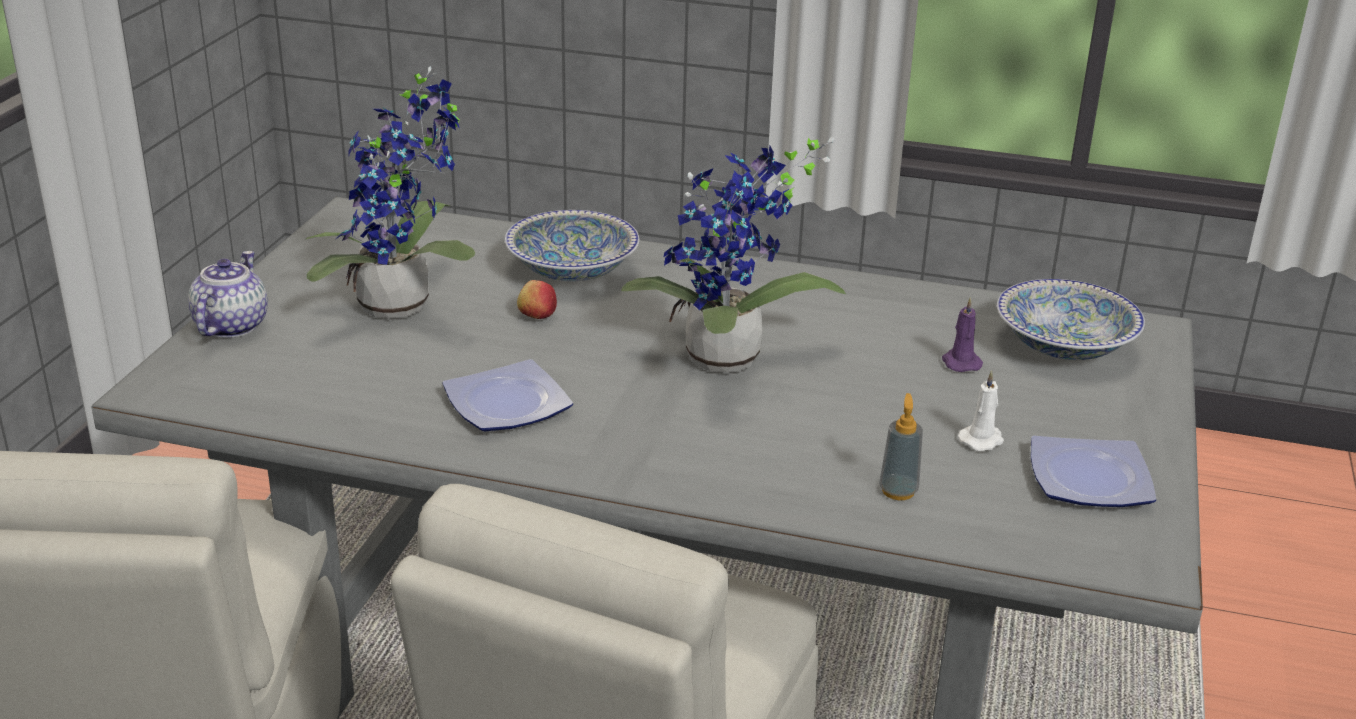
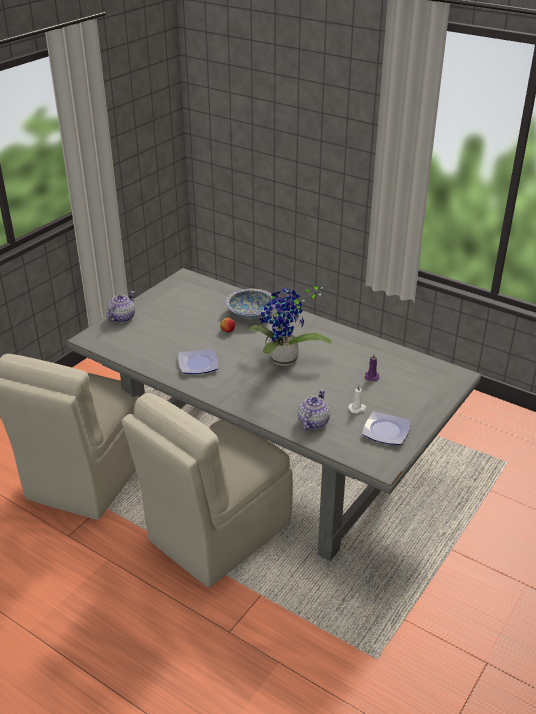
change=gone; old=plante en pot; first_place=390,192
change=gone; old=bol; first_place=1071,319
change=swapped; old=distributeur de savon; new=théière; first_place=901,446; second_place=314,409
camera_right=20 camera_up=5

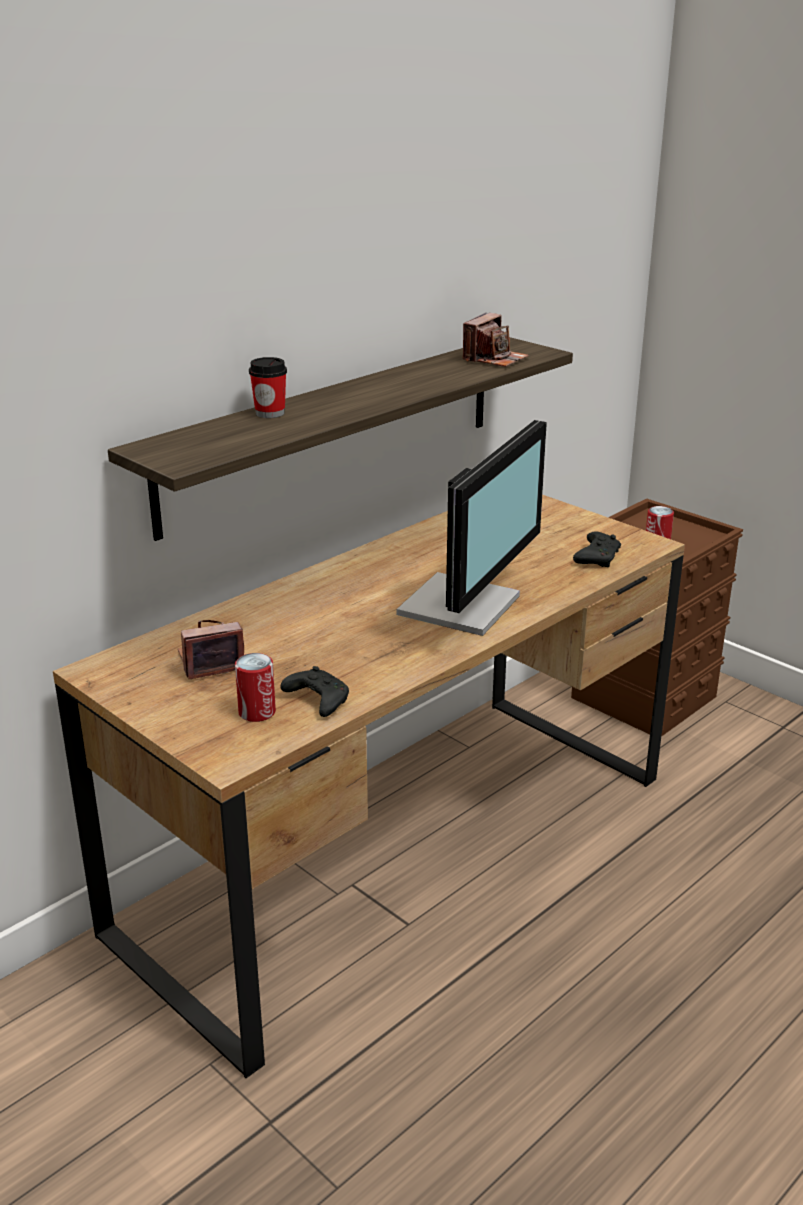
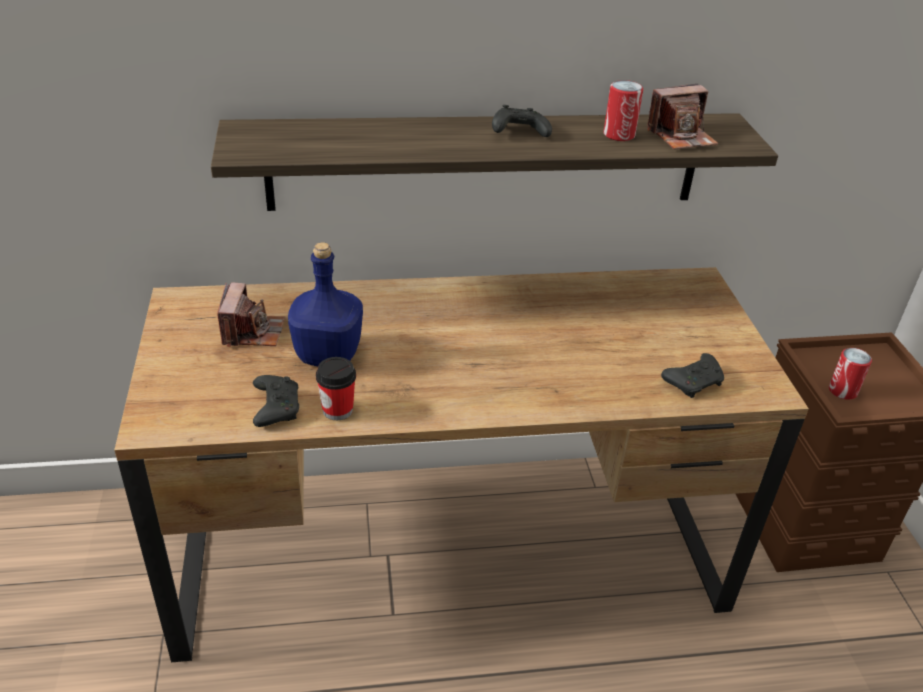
change=gone; old=écran d'ordinateur; first_place=472,528
change=new; new=bouteille [bleu]; second_place=325,304
change=new; new=manette [noir]; second_place=522,121
change=shifted; old=boîte métallique; first_place=255,687; second_place=623,110
change=shifted; old=tasse; first_place=268,387; second_place=336,388
change=rotated; old=appareil photo; first_place=211,649; second_place=251,315; degrees=75
camera_right=35 camera_up=10

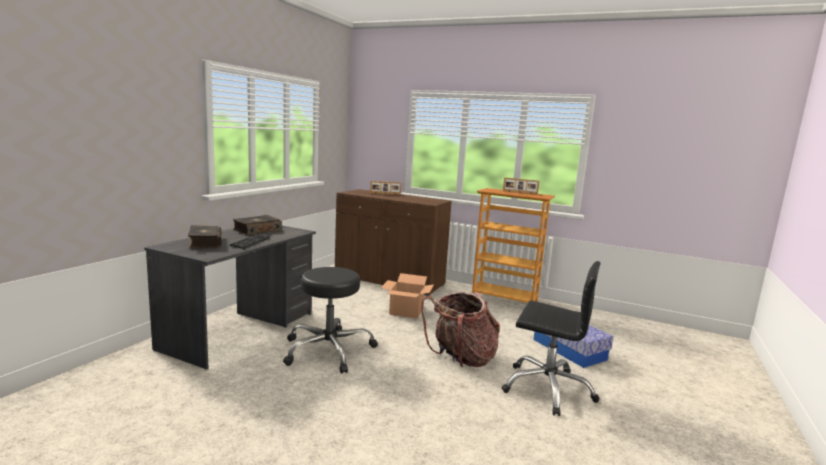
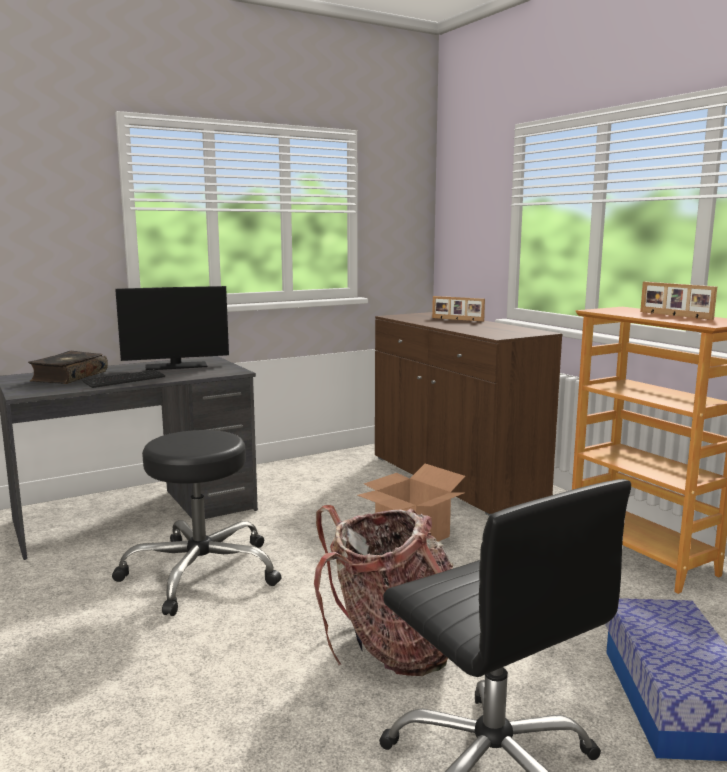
change=swapped; old=livre; new=écran d'ordinateur; first_place=257,225; second_place=172,328
camera_right=35 camera_up=0

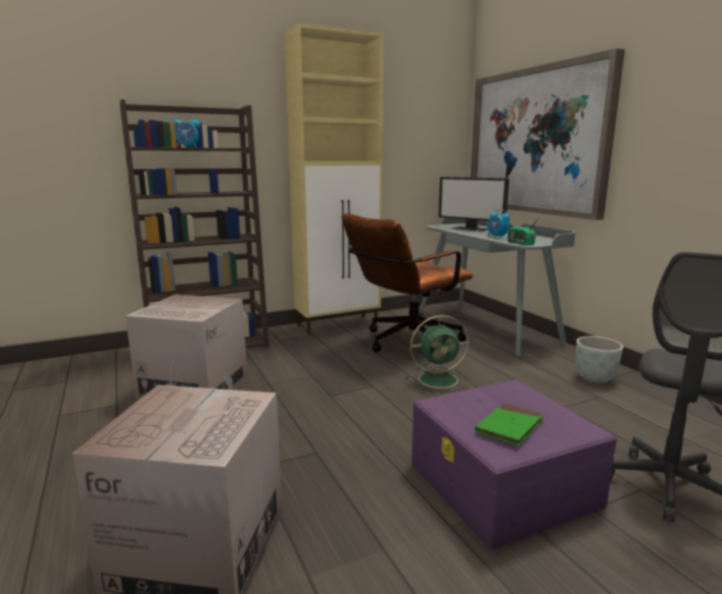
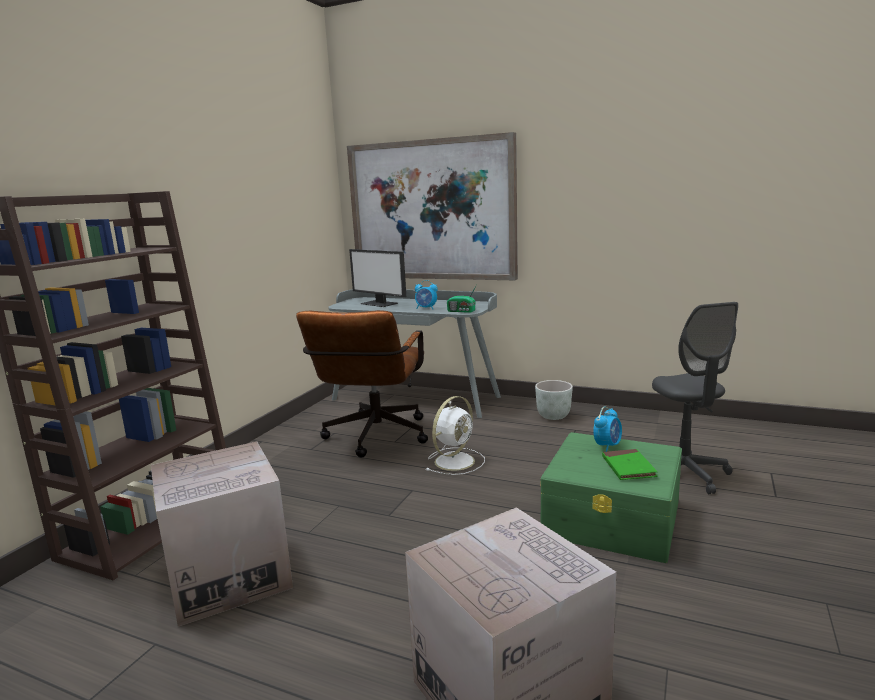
change=gone; old=meuble de rangement [beige]; first_place=334,179
change=shifted; old=réveil; first_place=186,131; second_place=607,429
change=repainted; old=ventilateur [vert]; new=ventilateur [blanc]; first_place=437,353; second_place=455,435
change=repainted; old=boîte de rangement [violet]; new=boîte de rangement [vert]; first_place=514,464; second_place=611,497
change=rotated; old=écran d'ordinateur; first_place=473,204; second_place=377,278; degrees=45
camera_right=-40 camera_up=0

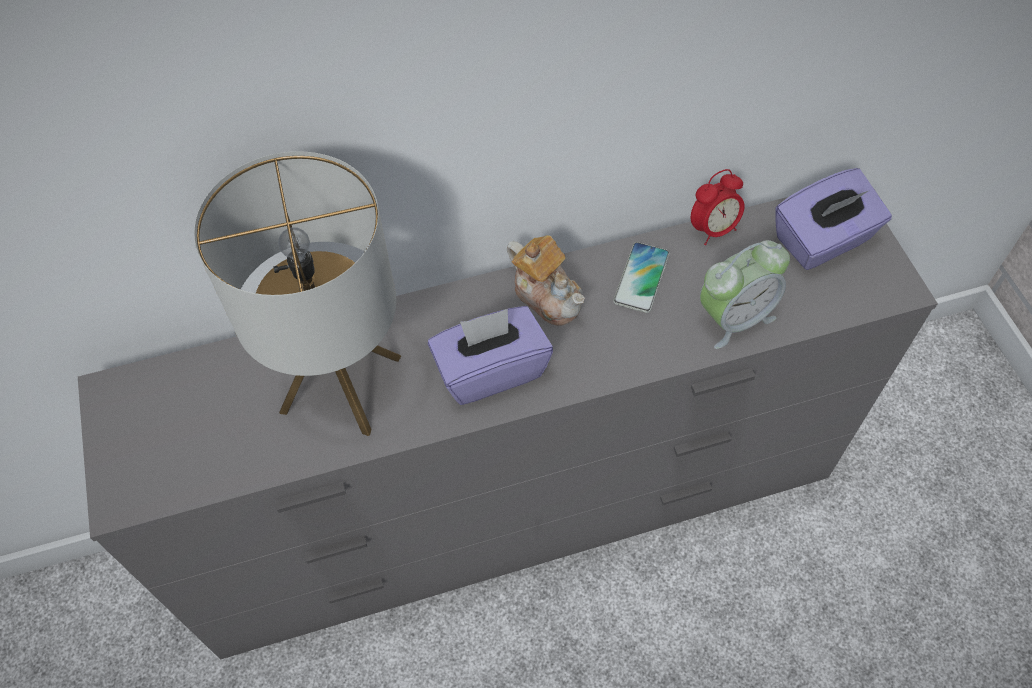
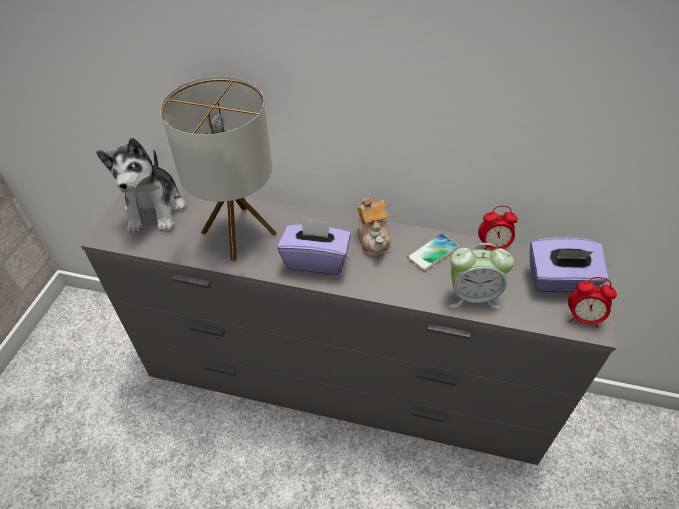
change=new; new=peluche; second_place=140,185
change=new; new=réveil; second_place=592,302
camera_right=30 camera_up=-10

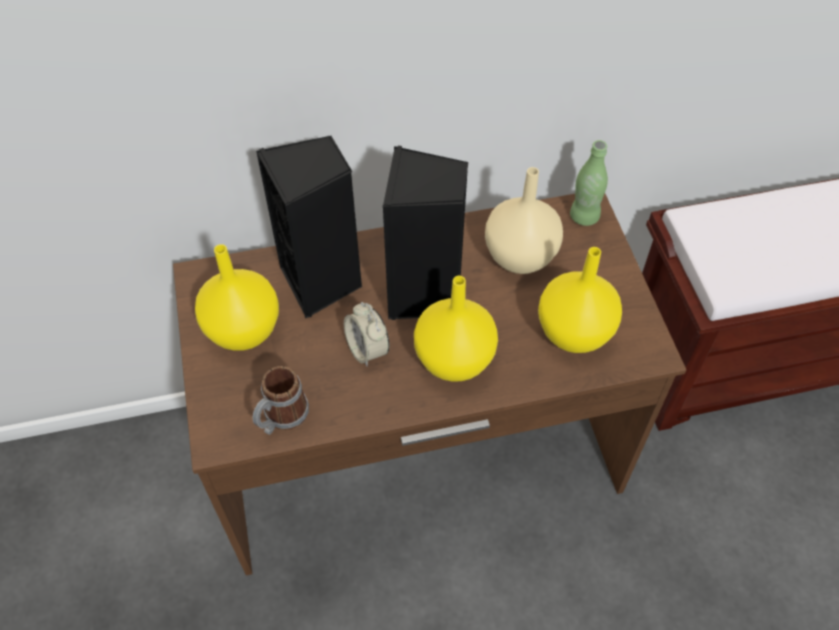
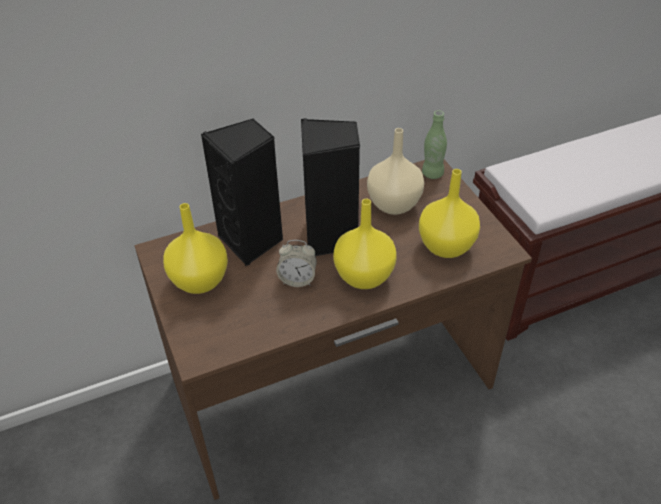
change=gone; old=mug; first_place=281,400
change=rotated; old=réveil; first_place=366,334; second_place=296,263; degrees=-45
camera_right=-10 camera_up=-10

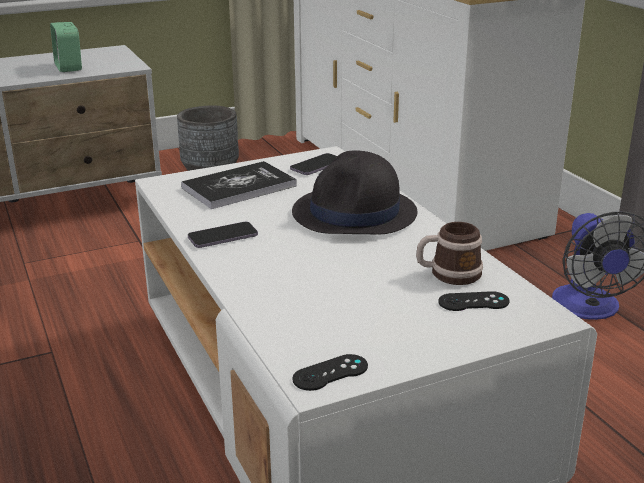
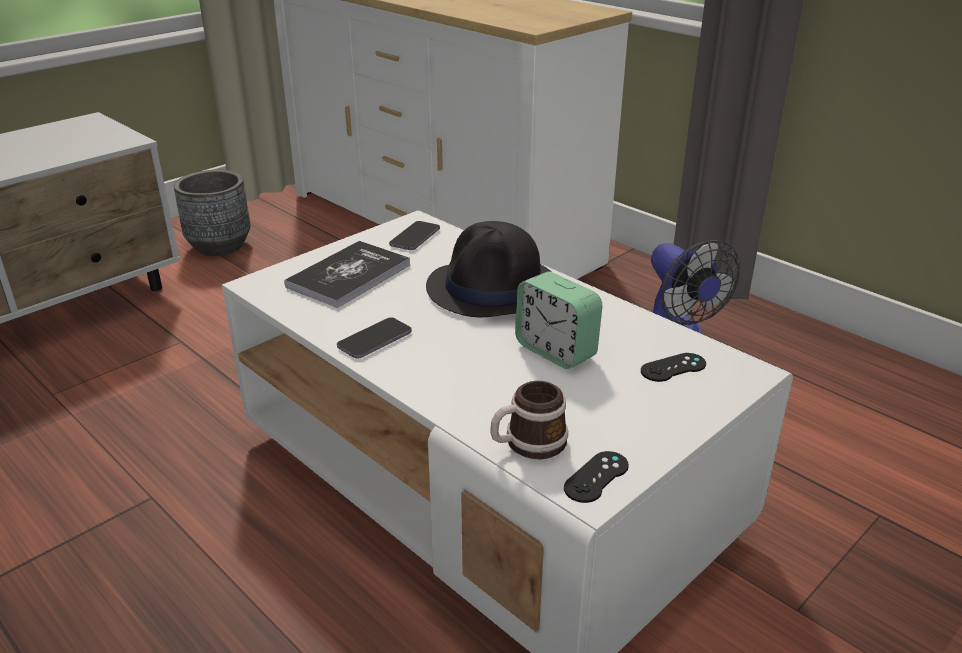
change=shifted; old=réveil; first_place=66,47; second_place=559,320
change=shifted; old=mug; first_place=449,253; second_place=529,420
camera_right=-20 camera_up=5

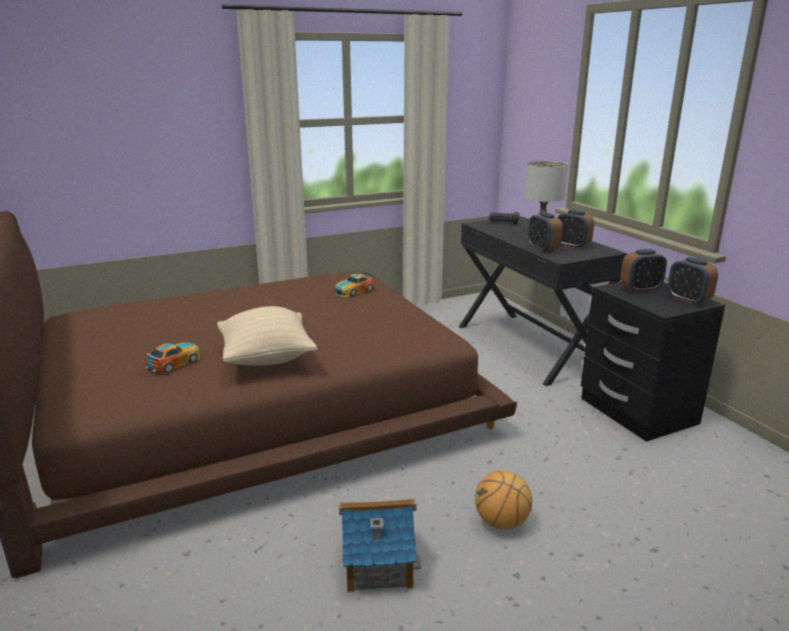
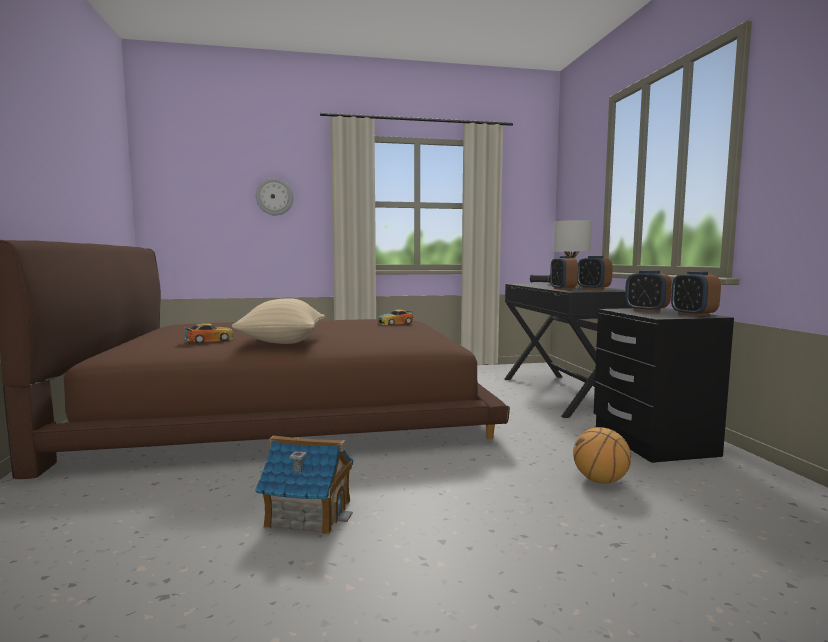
change=new; new=horloge murale; second_place=274,196
change=shifted; old=ballon de basket; first_place=503,500; second_place=602,455
change=rotated; old=réveil; first_place=643,271; second_place=648,291; degrees=45
camera_right=15 camera_up=-15

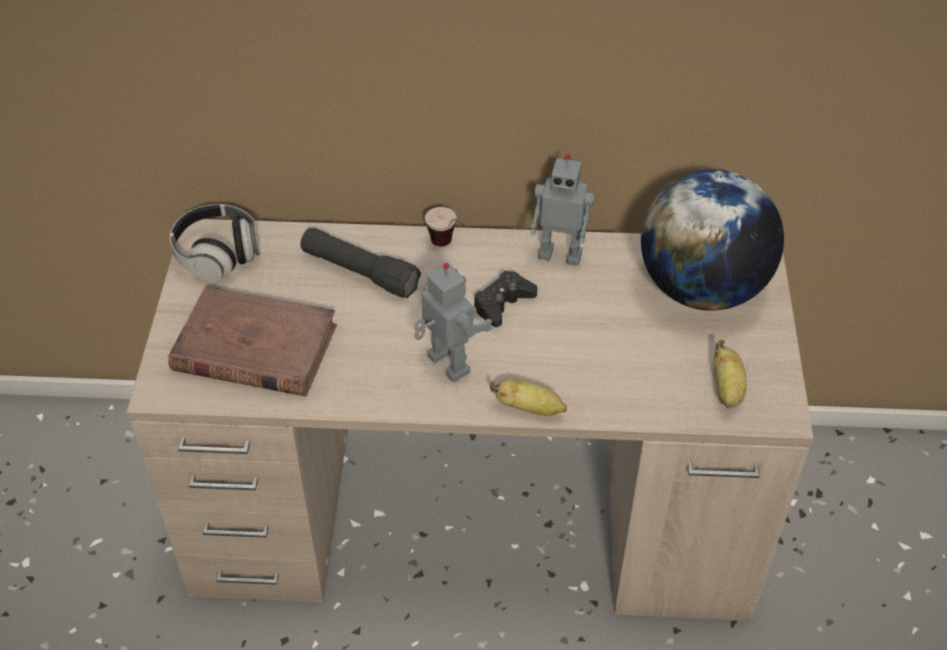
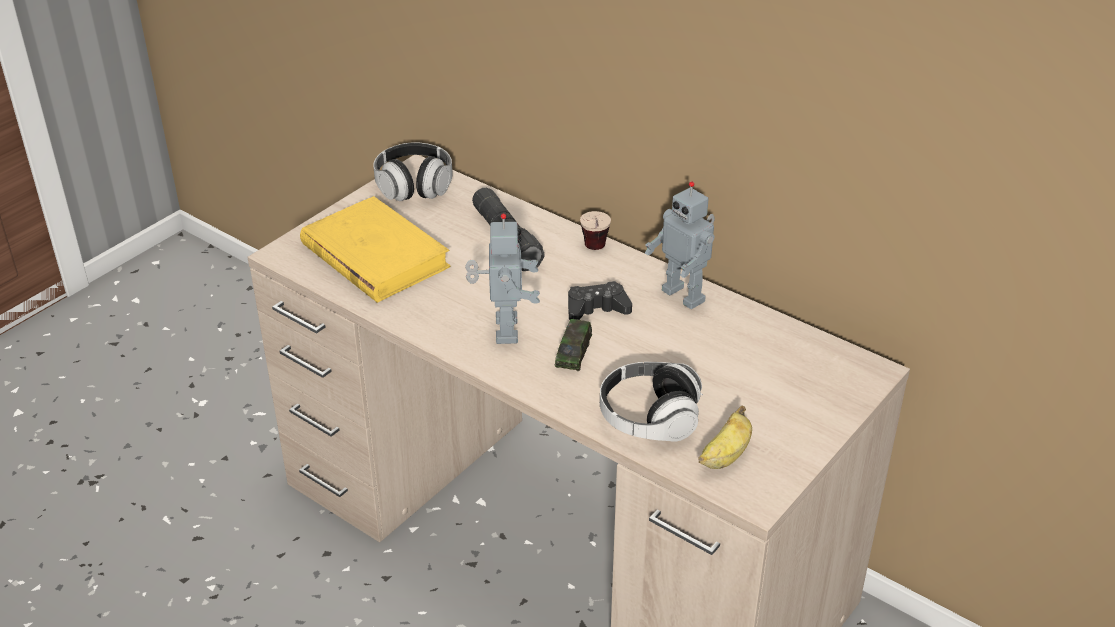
change=gone; old=banane; first_place=528,397
change=gone; old=globe; first_place=712,240
change=new; new=petite voiture; second_place=573,345
change=new; new=casque audio; second_place=651,402
change=repainted; old=livre [marron]; new=livre [jaune]; first_place=252,342; second_place=375,249
camera_right=35 camera_up=-10

